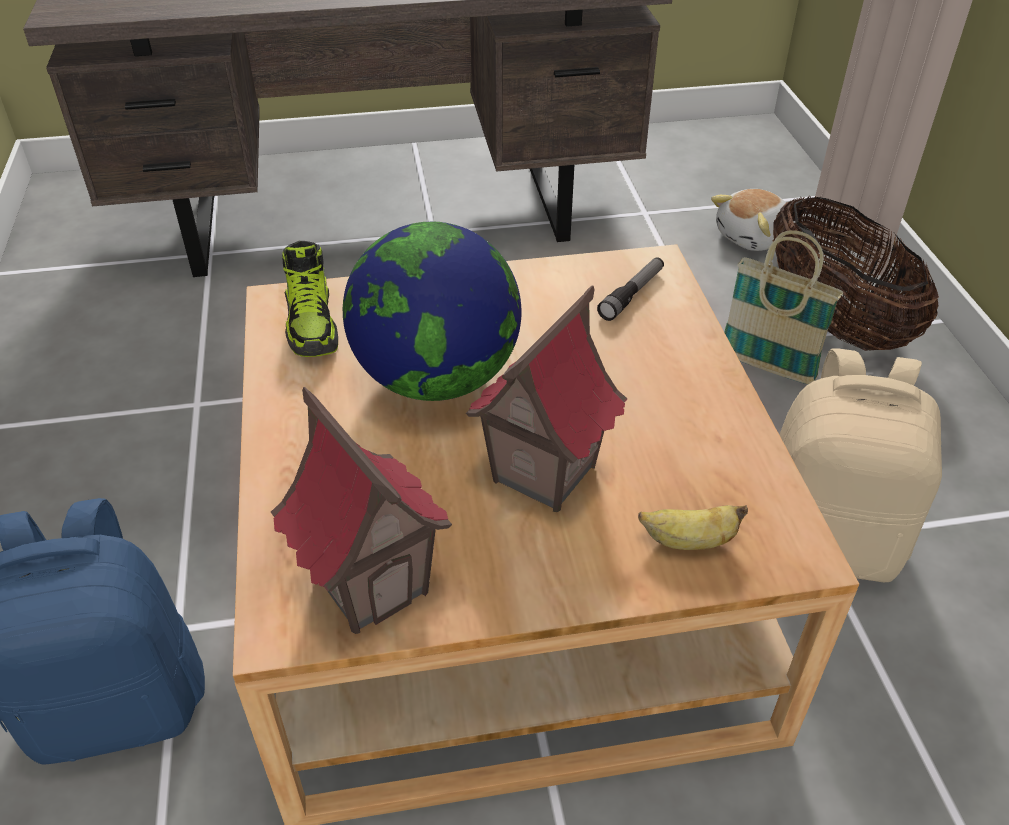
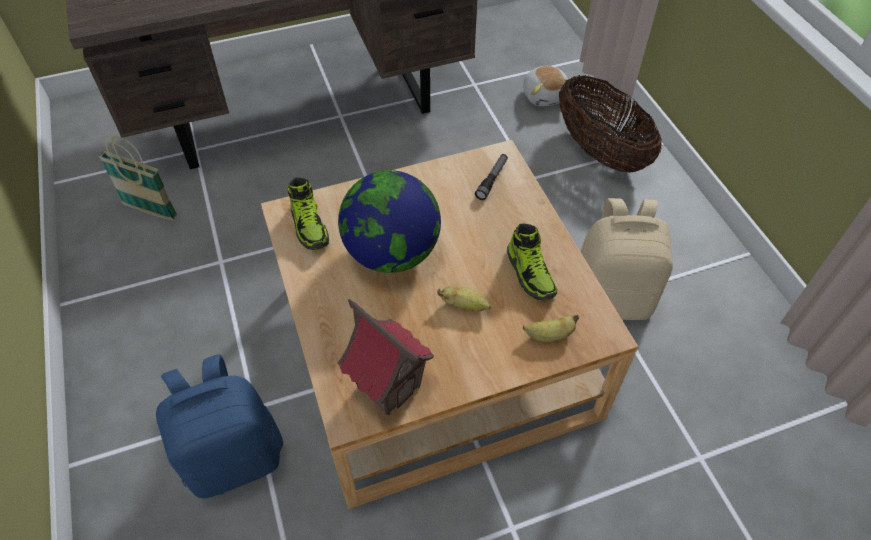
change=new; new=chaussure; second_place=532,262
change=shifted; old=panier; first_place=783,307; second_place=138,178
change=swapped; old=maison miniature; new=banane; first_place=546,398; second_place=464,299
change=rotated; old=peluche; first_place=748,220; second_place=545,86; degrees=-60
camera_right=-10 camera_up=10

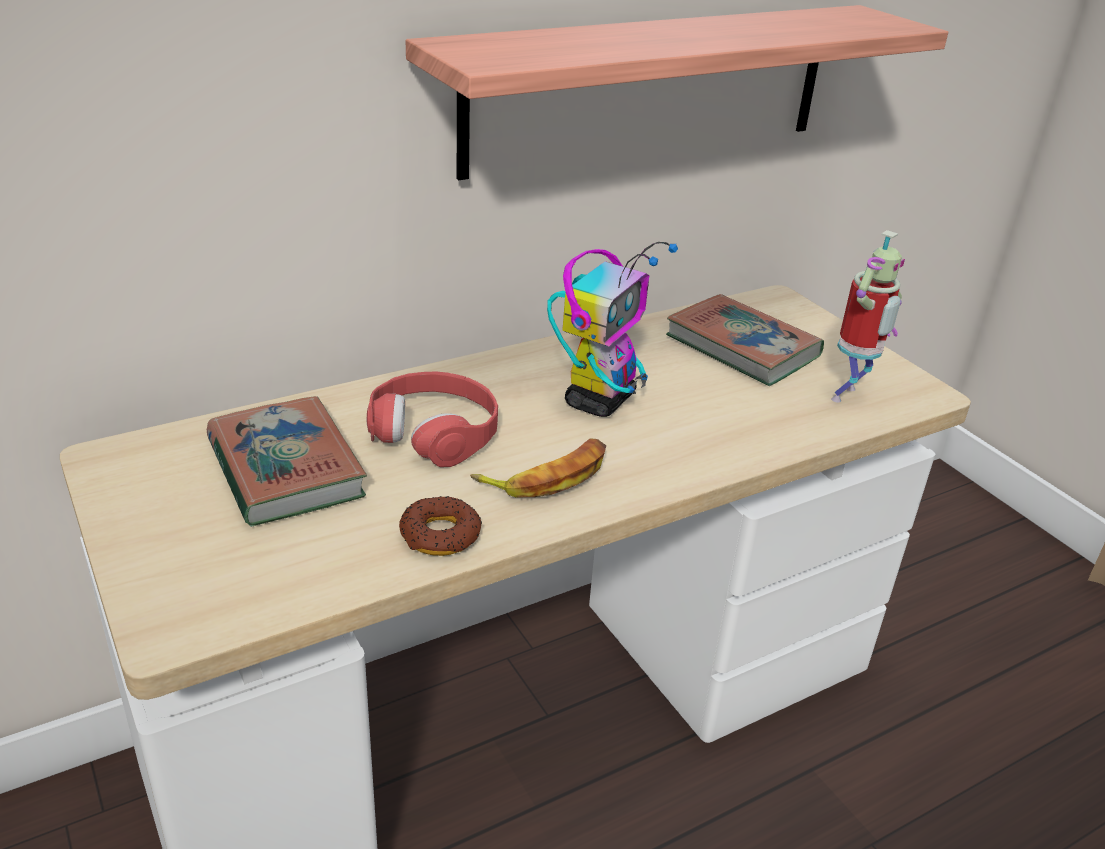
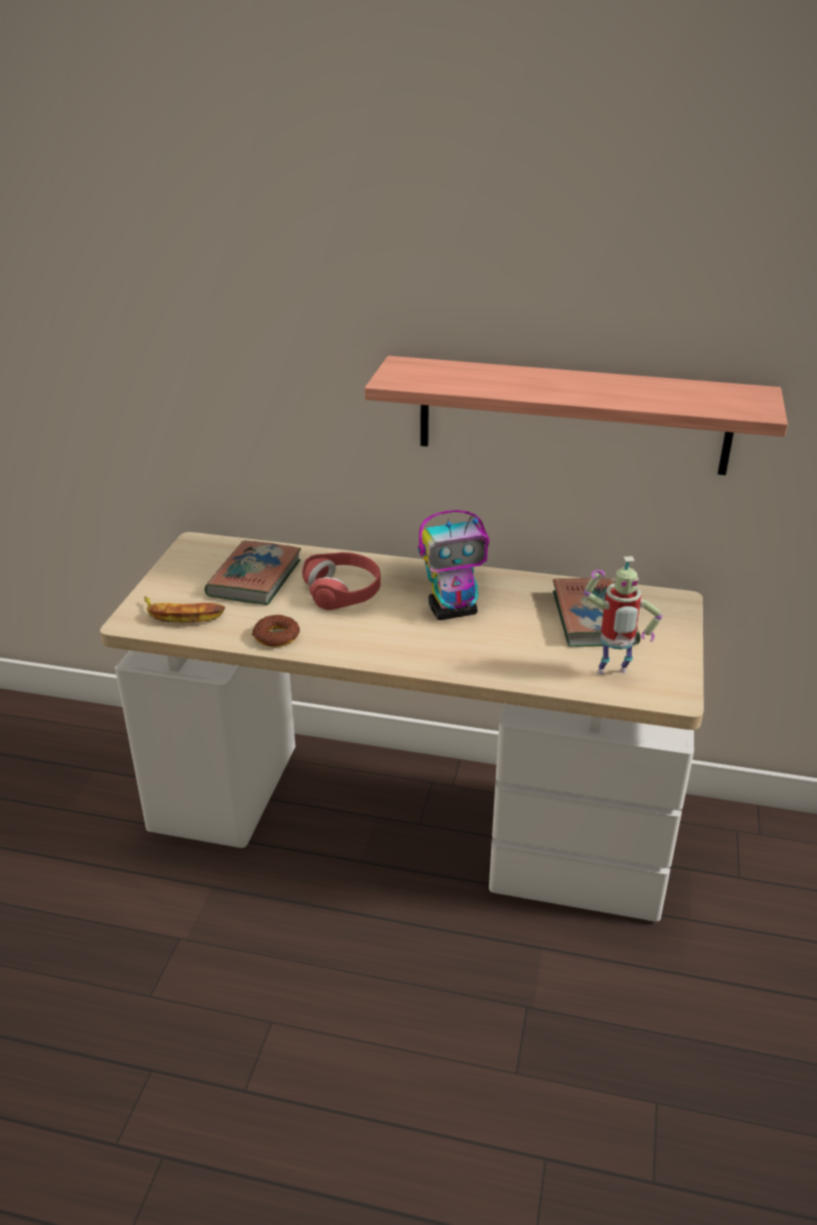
change=shifted; old=banane; first_place=538,468; second_place=184,609
camera_right=45 camera_up=0

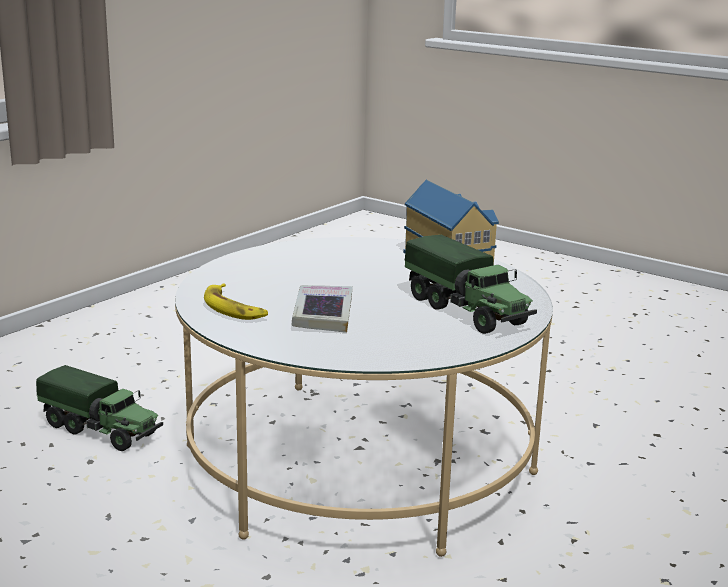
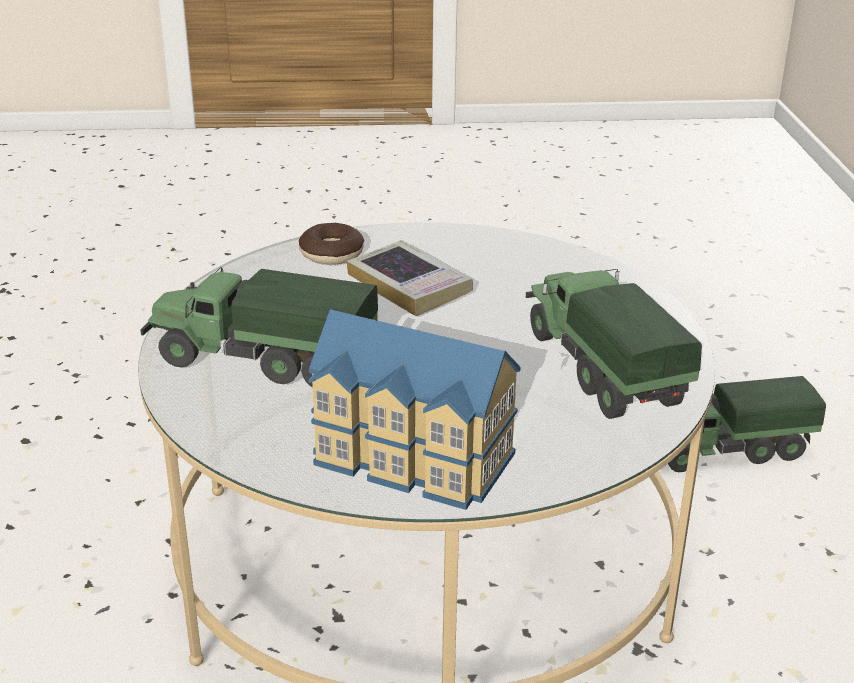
change=gone; old=banane; first_place=236,301
change=new; new=beignet; second_place=331,243
change=new; new=camion jouet; second_place=614,344
camera_right=140 camera_up=10

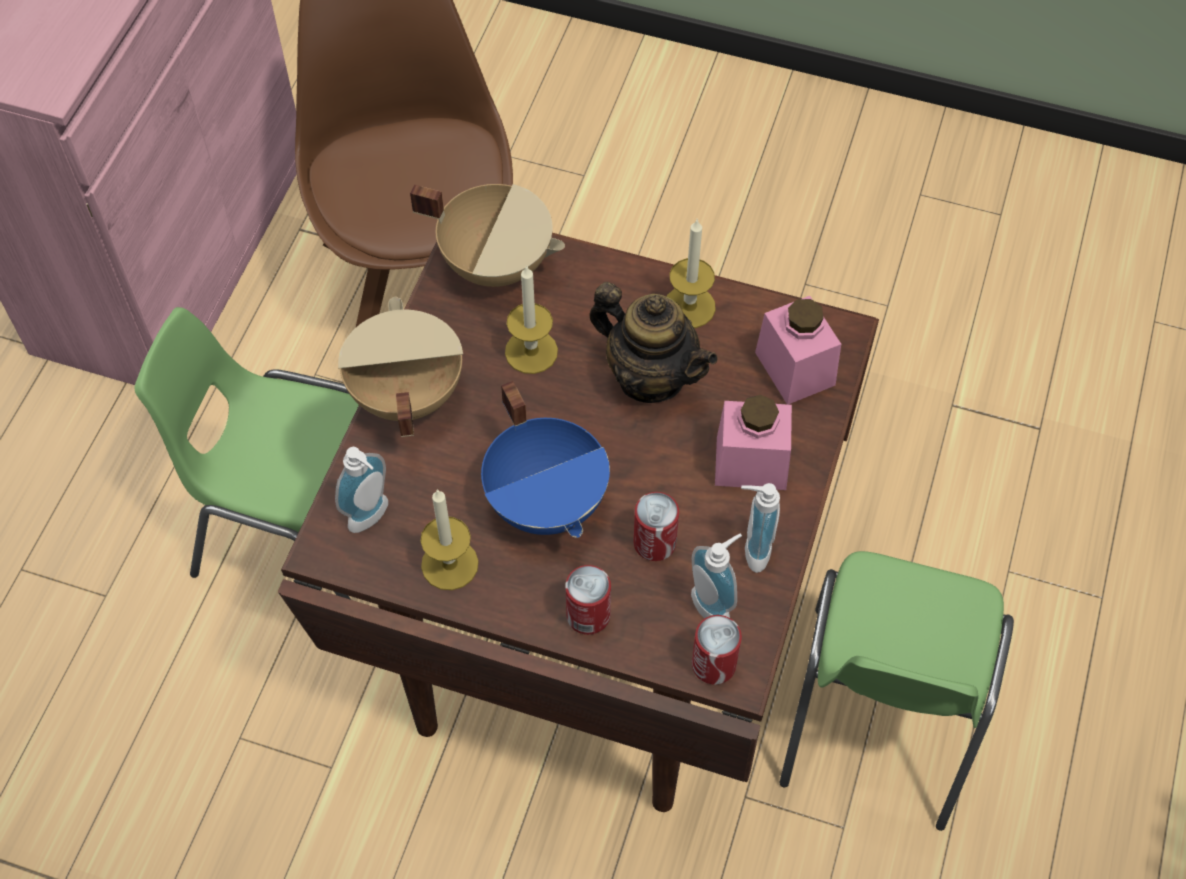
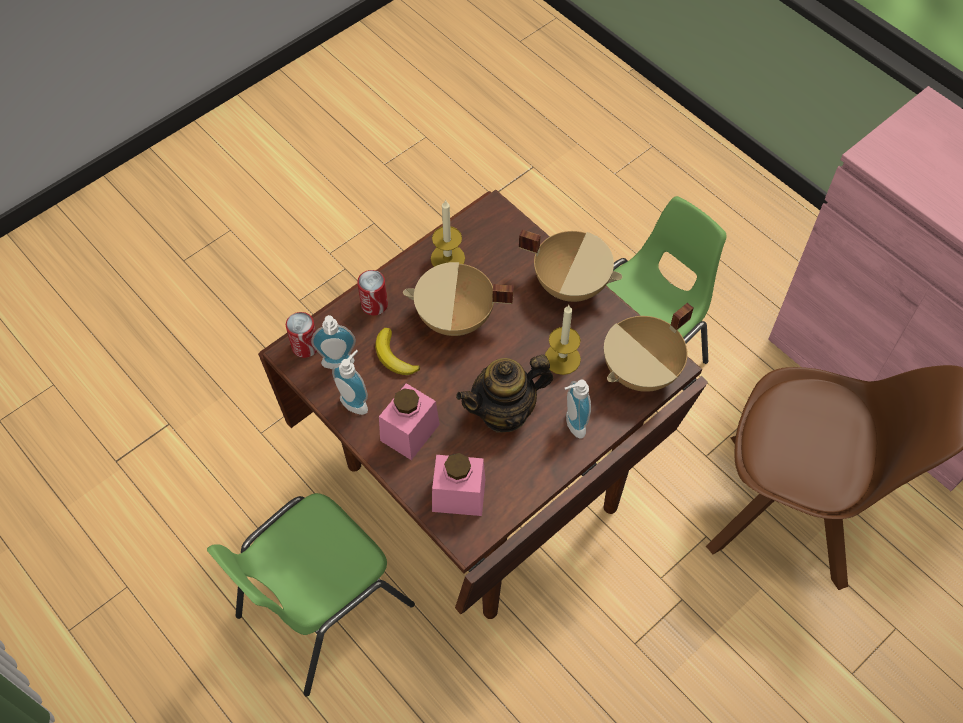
change=gone; old=bougie; first_place=691,274
change=shifted; old=distributeur de savon; first_place=361,490; second_place=578,408
change=swapped; old=boîte métallique; new=banane; first_place=656,526; second_place=397,351
change=repainted; old=marmite [bleu]; new=marmite [beige]; first_place=545,459; second_place=458,299
change=rotated; old=chaise [vert]; first_place=897,691; second_place=311,595; degrees=-90
camera_right=120 camera_up=0

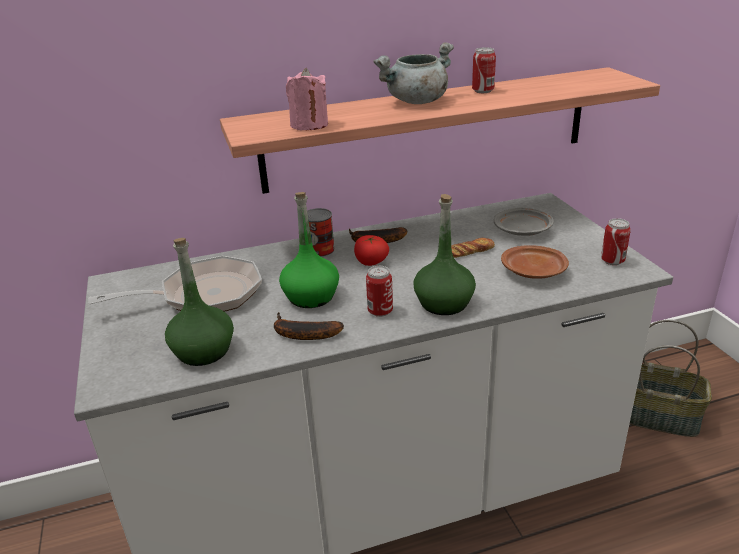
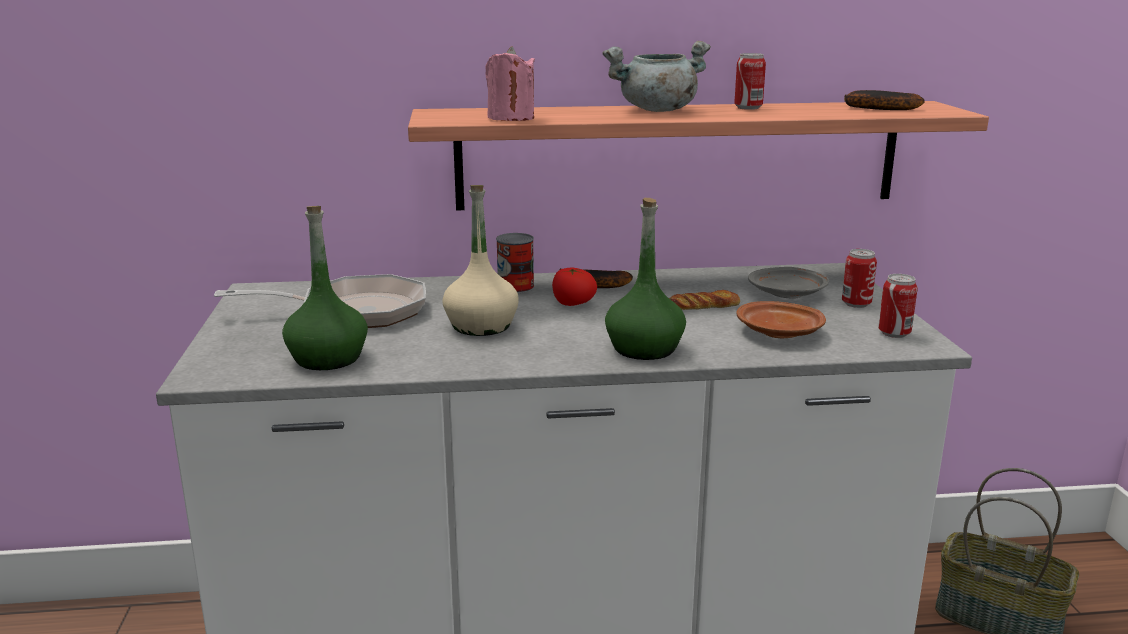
change=shifted; old=banane; first_place=309,326; second_place=884,100
change=shifted; old=boîte métallique; first_place=379,291; second_place=859,278
change=repainted; old=bouteille [vert]; new=bouteille [beige]; first_place=309,250; second_place=480,260
camera_right=10 camera_up=-10

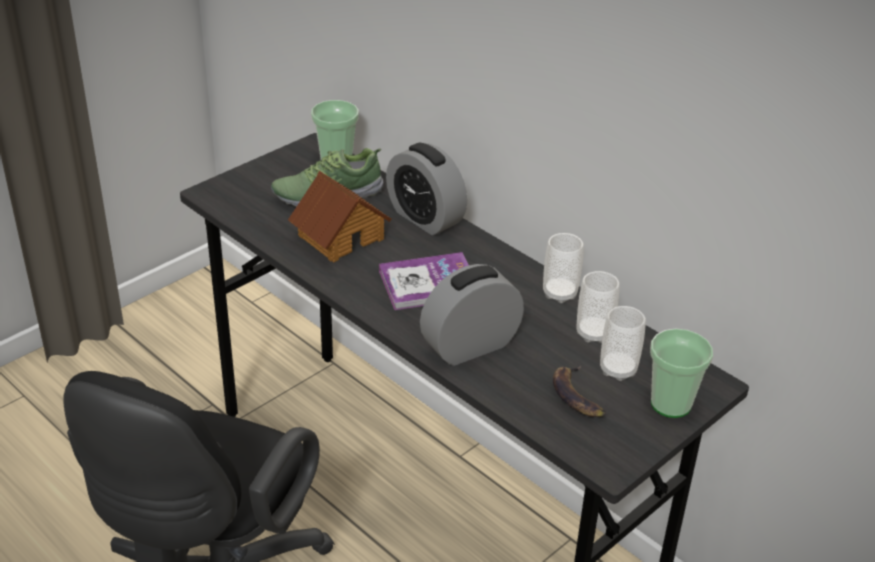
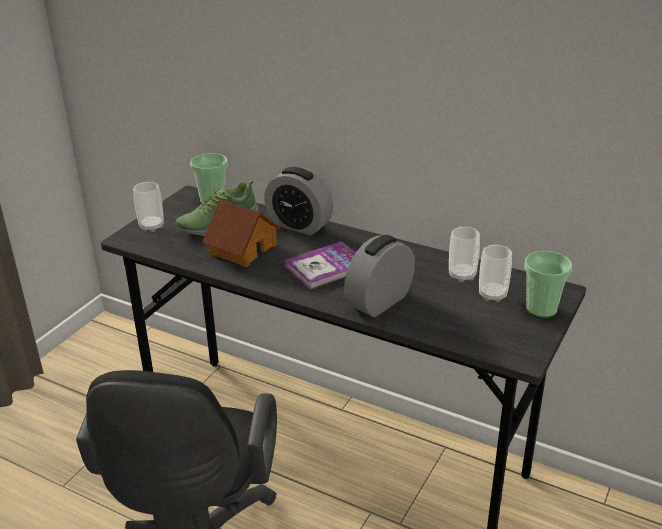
change=gone; old=banane; first_place=579,391
change=shifted; old=tasse; first_place=563,268; second_place=148,207
camera_right=-15 camera_up=-5

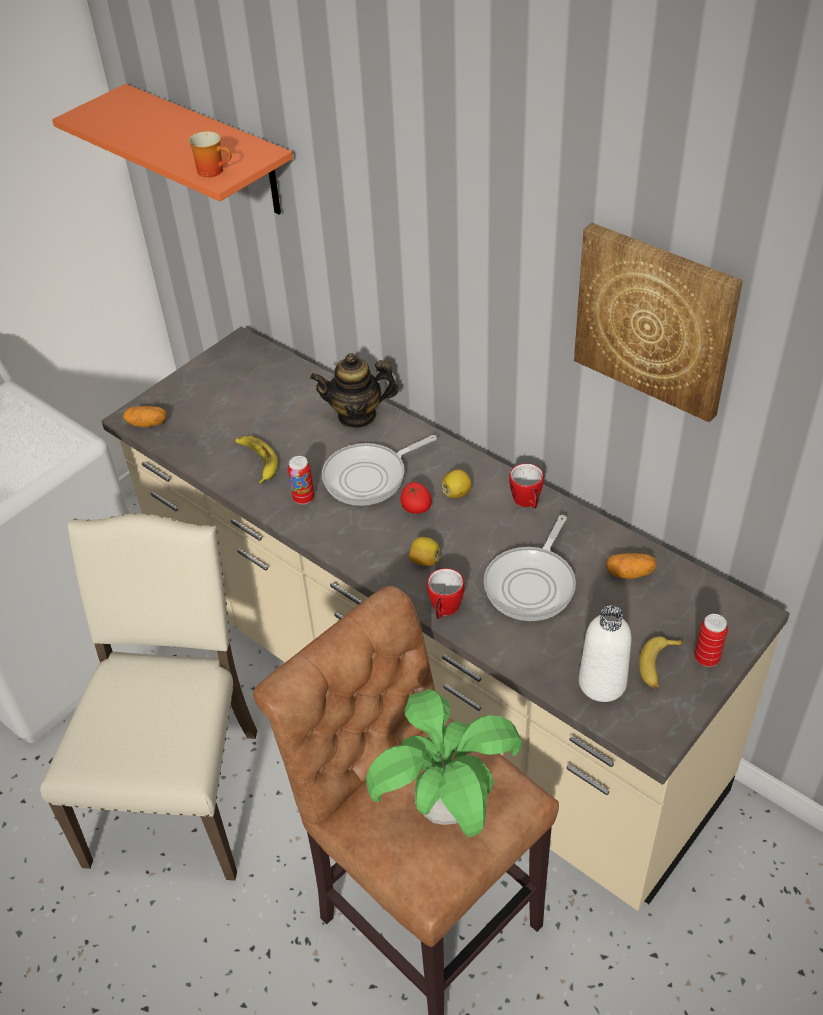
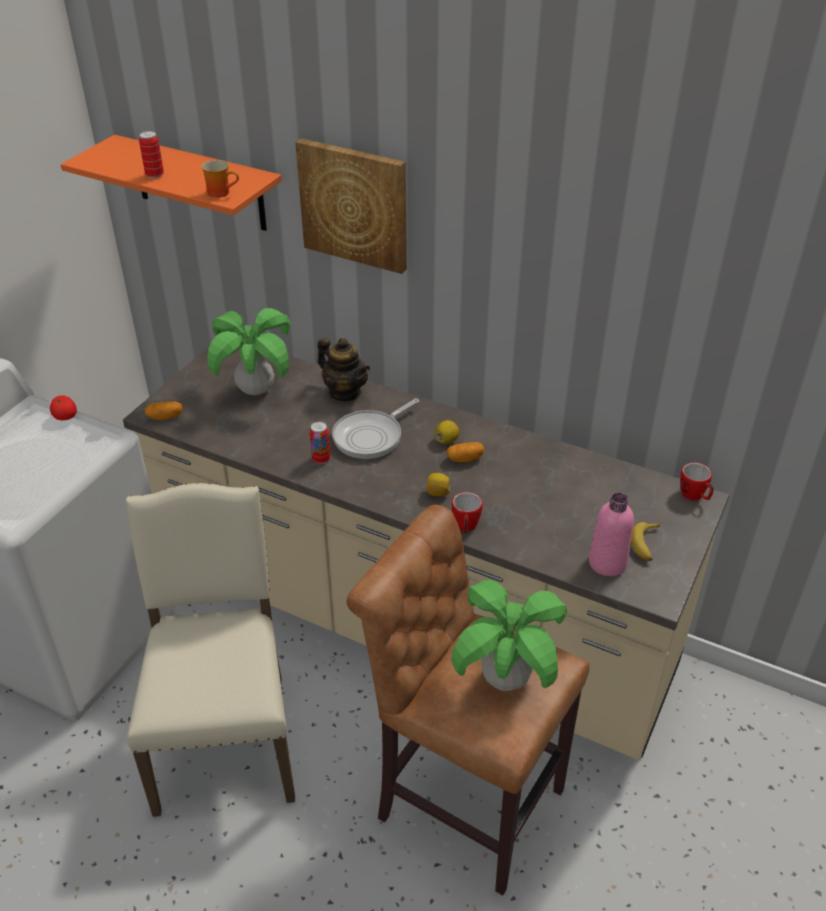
change=gone; old=banane; first_place=257,460
change=gone; old=poêle; first_place=530,568
change=new; new=plante en pot; second_place=248,351
change=shifted; old=tomate; first_place=416,498; second_place=63,407
change=shifted; old=mug; first_place=526,485; second_place=697,481
change=shifted; old=tableau; first_place=658,323; second_place=351,206
change=shifted; old=pomme de terre; first_place=631,566; second_place=466,452
change=shifted; old=boîte métallique; first_place=711,640; second_place=151,154
change=repainted; old=bouteille [blanc]; new=bouteille [rose]; first_place=605,653; second_place=611,534
change=rotated; old=théière; first_place=354,390; second_place=343,369; degrees=-120
camera_right=-15 camera_up=-5

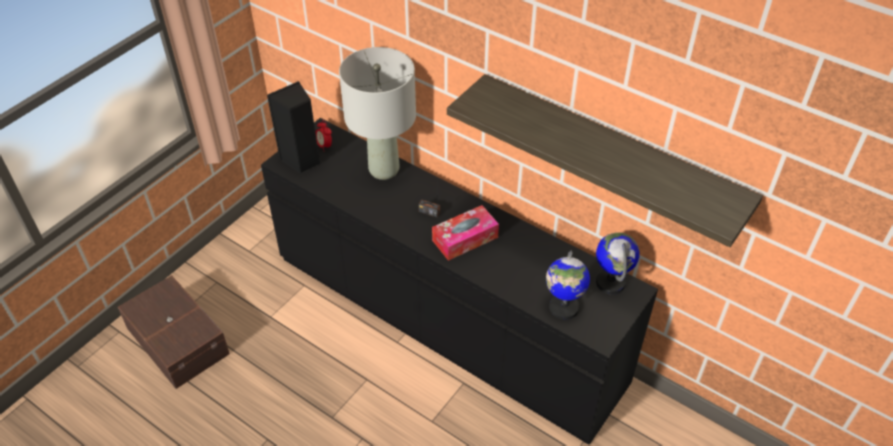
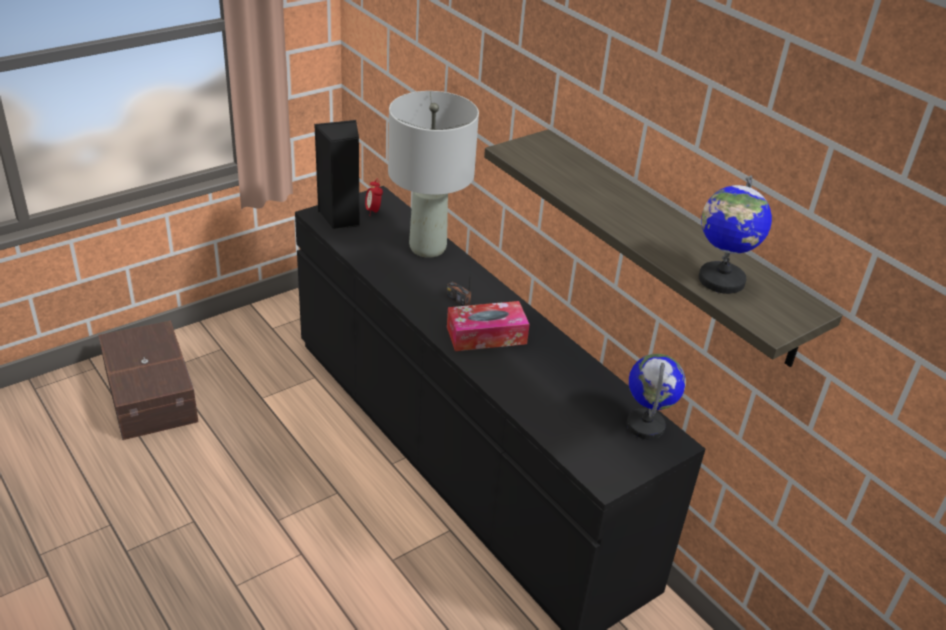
change=shifted; old=globe; first_place=568,285; second_place=735,234
camera_right=15 camera_up=-10

